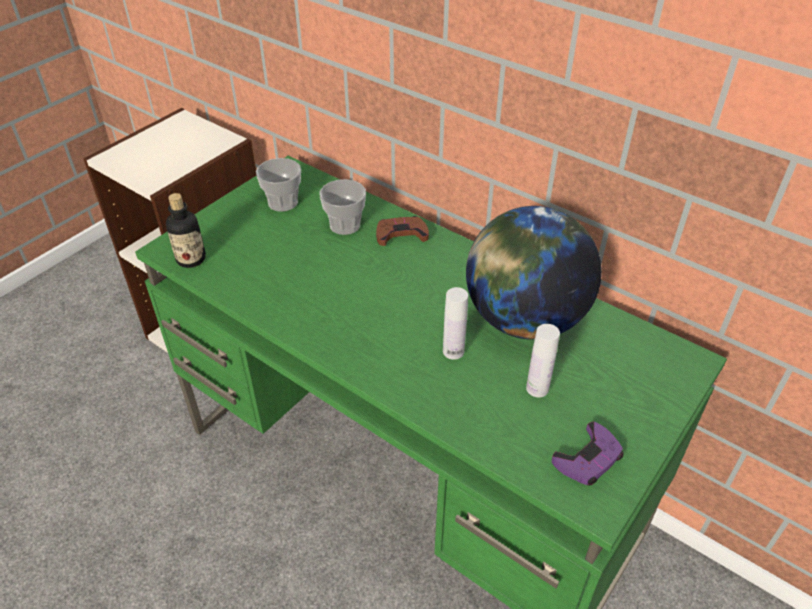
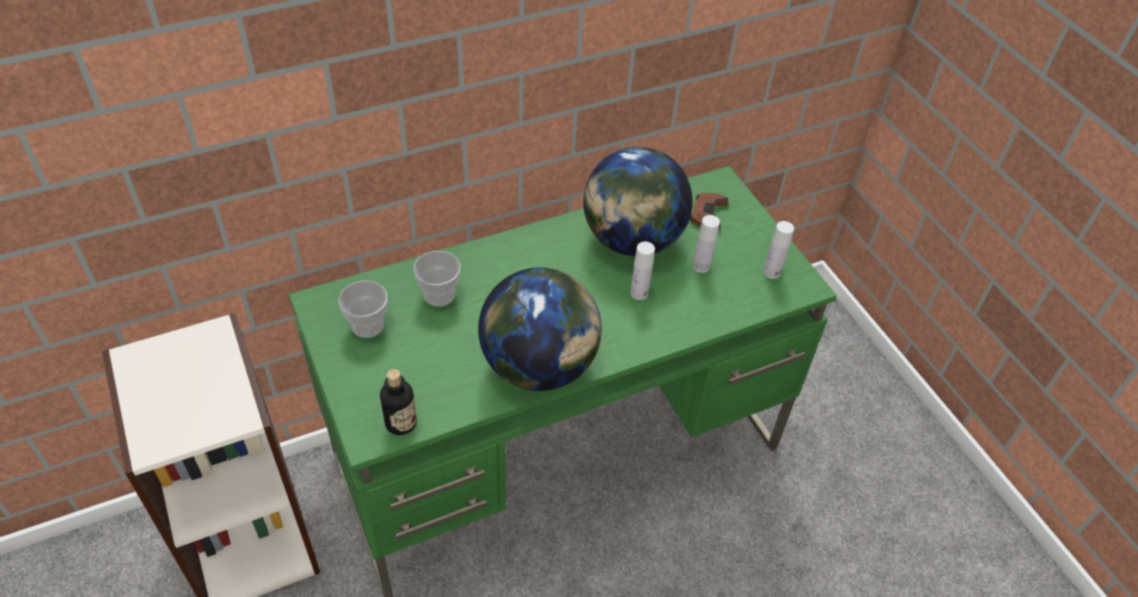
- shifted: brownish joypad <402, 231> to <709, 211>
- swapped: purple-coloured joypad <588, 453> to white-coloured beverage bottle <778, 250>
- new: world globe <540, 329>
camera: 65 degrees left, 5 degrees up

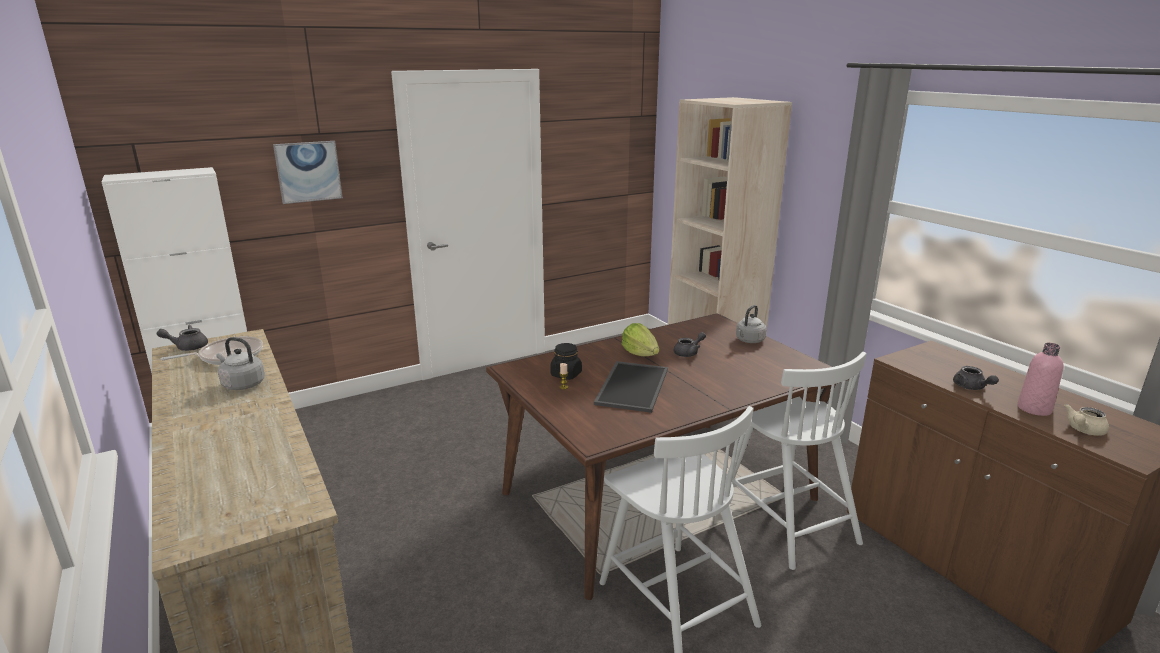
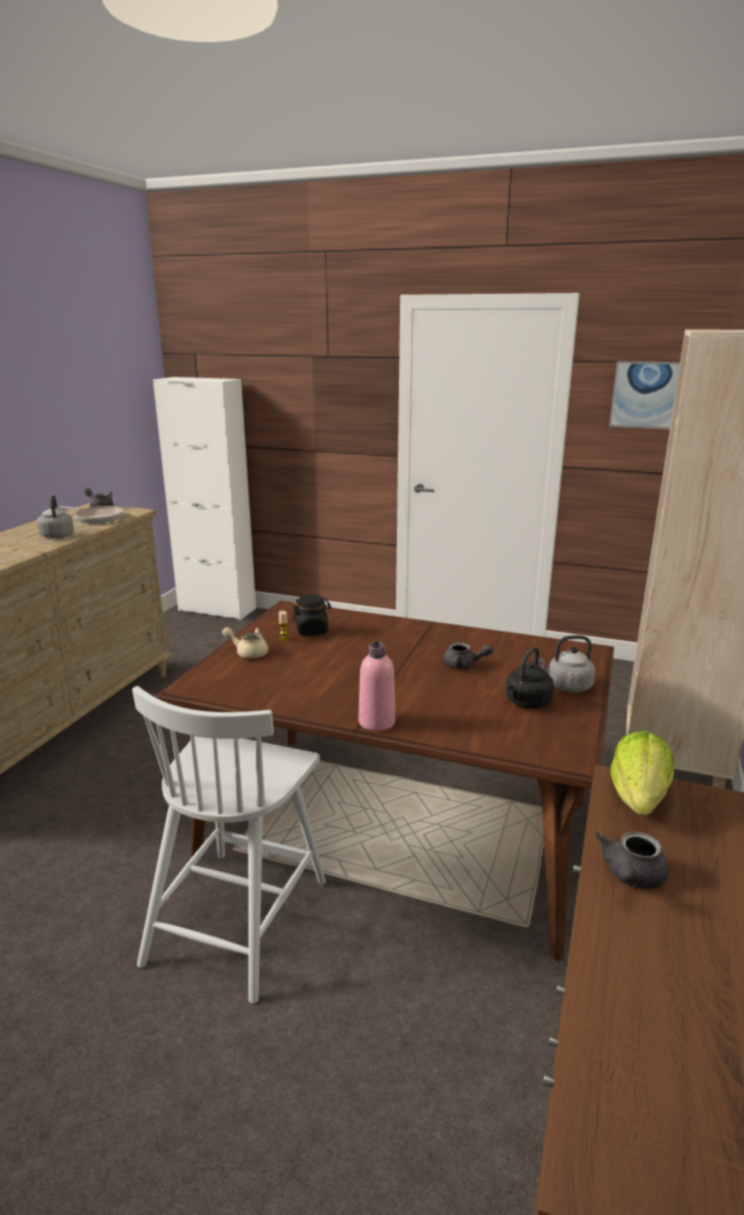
- shifted: wall art <308, 172> to <644, 395>
- gone: serving tray <631, 387>
- shifted: lettuce <640, 339> to <642, 773>
- gone: white-coloured upright chair <799, 461>
- shifted: pink beverage bottle <1040, 379> to <377, 686>
- shifted: beige-coloured pot for tea <1086, 420> to <245, 642>
- new: blackish kettle <530, 678>
camera: 50 degrees right, 0 degrees up

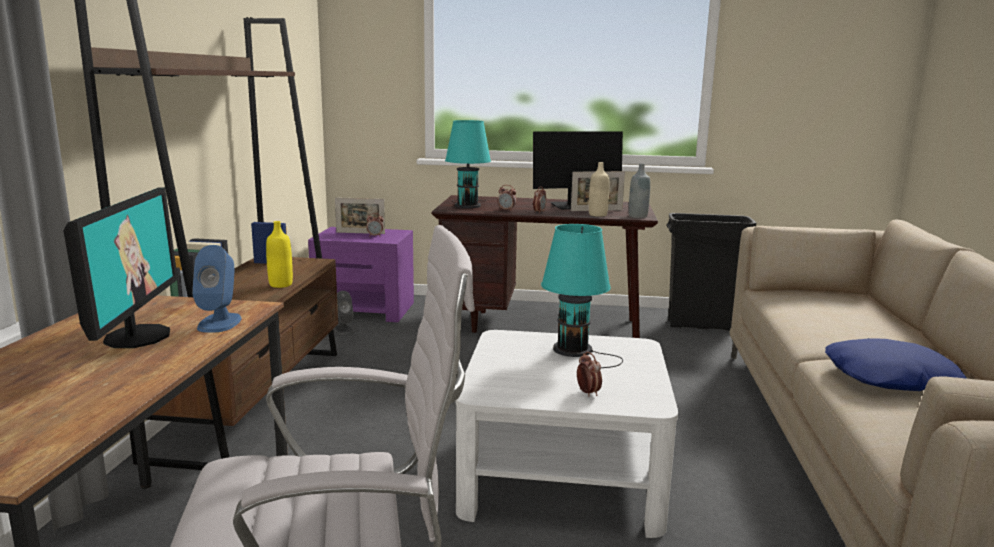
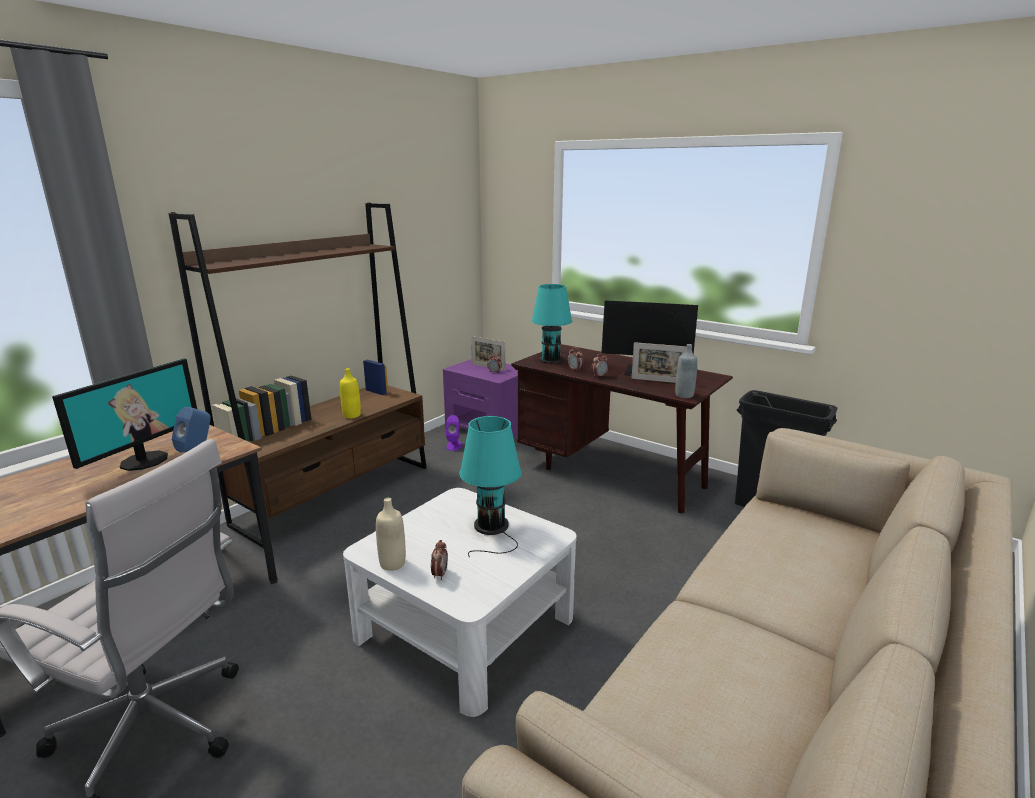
- repainted: greyish loudspeaker <344, 313> to purple-coloured loudspeaker <454, 433>
- shifted: beige-coloured beverage bottle <599, 189> to <391, 534>
- gone: blue-coloured pillow <896, 364>
camera: 30 degrees right, 5 degrees up

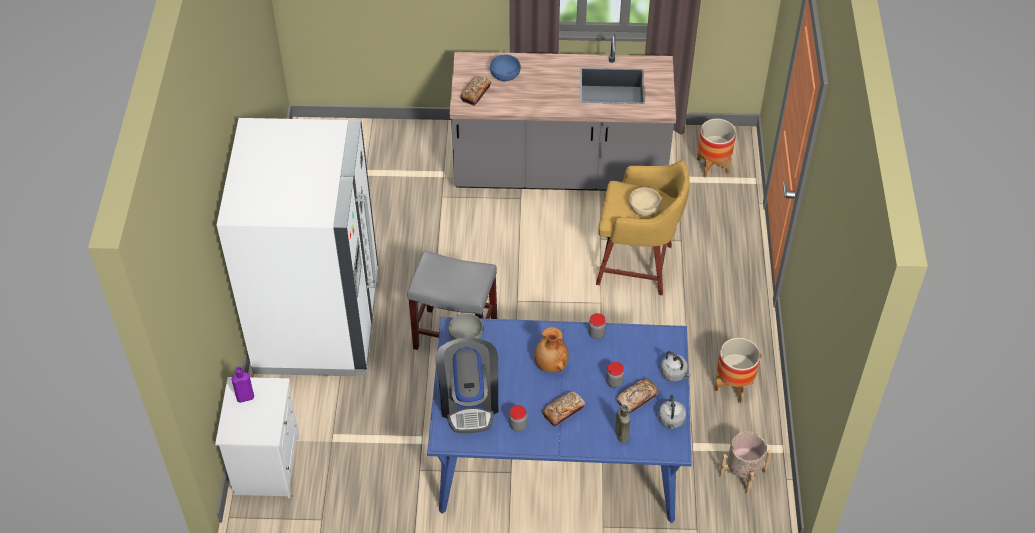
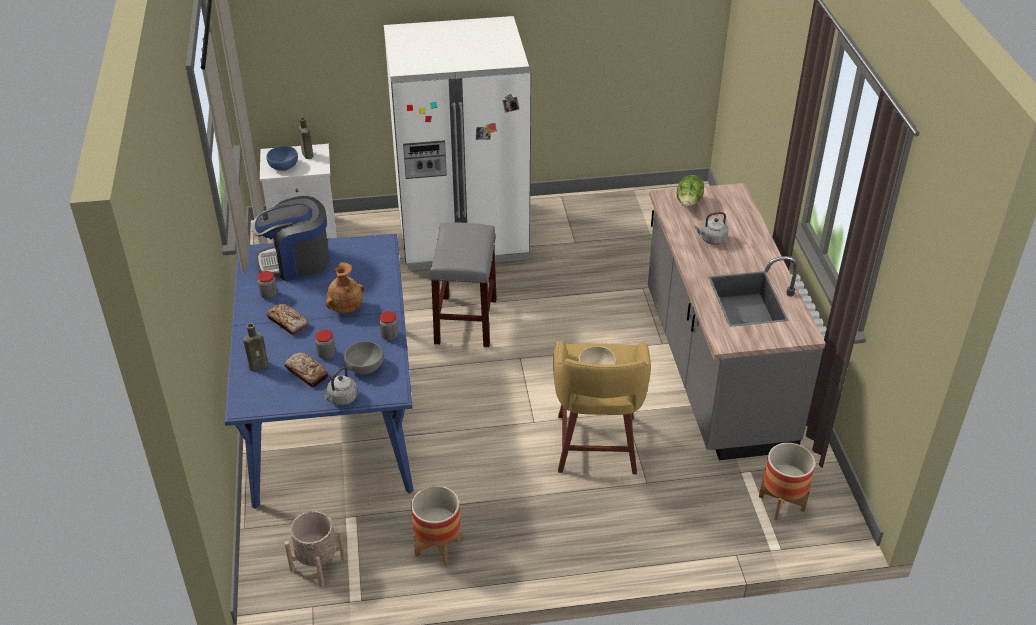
- repainted: purple-coloured beverage bottle <242, 384> to brownish beverage bottle <305, 138>
- shifted: greyish serving bowl <465, 326> to <364, 357>
- swapped: bread <475, 91> to lettuce <690, 191>
- shifted: blue-coloured serving bowl <505, 68> to <282, 158>
- shifted: greyish kettle <672, 412> to <711, 228>
camera: 80 degrees right, 10 degrees down

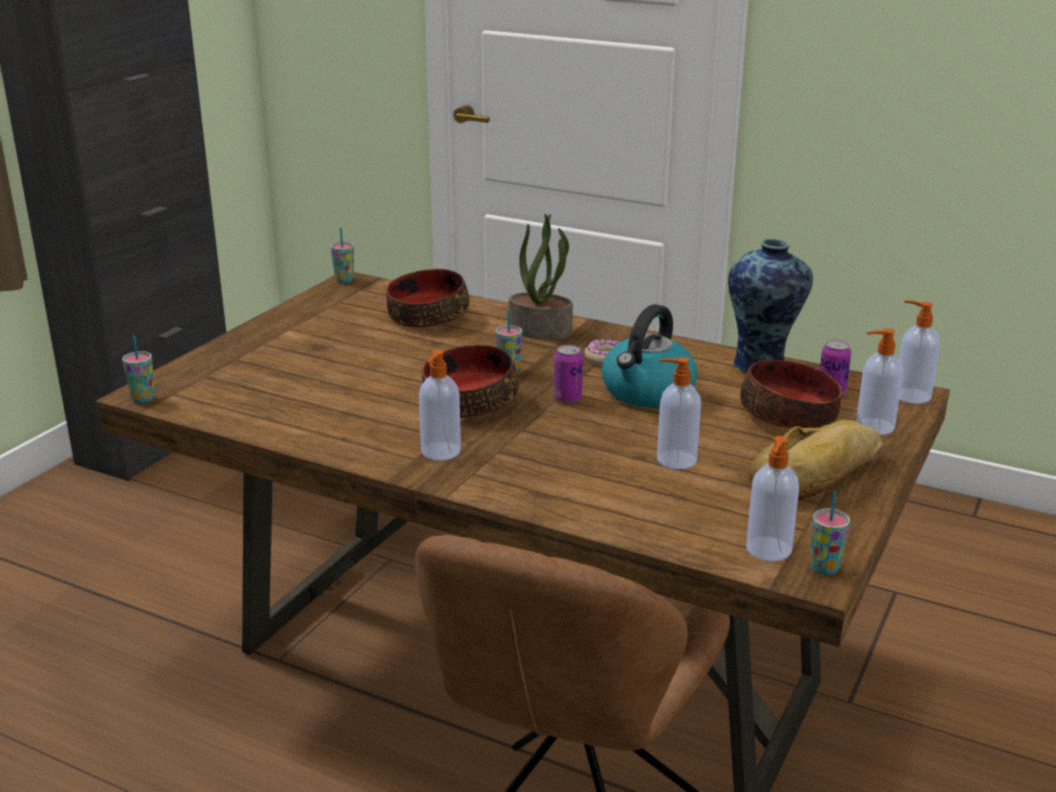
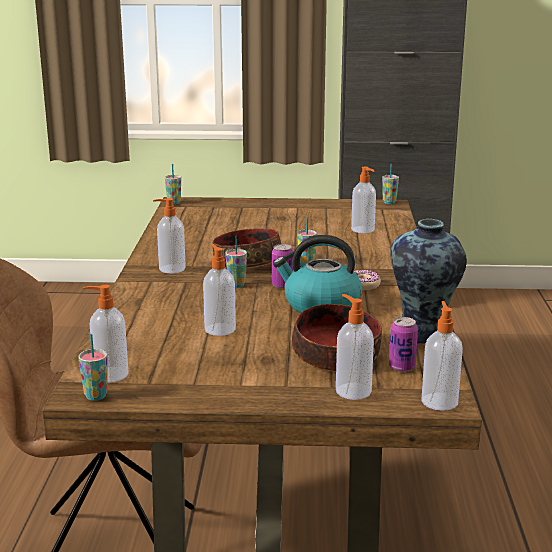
- swapped: serving bowl <428, 298> to soap dispenser <363, 200>
- gone: houseplant <541, 277>
- gone: bread <816, 460>
- new: cup <236, 262>
camera: 65 degrees right, 5 degrees down

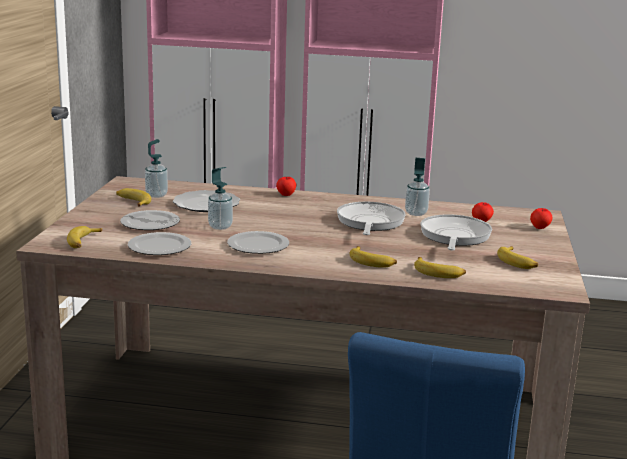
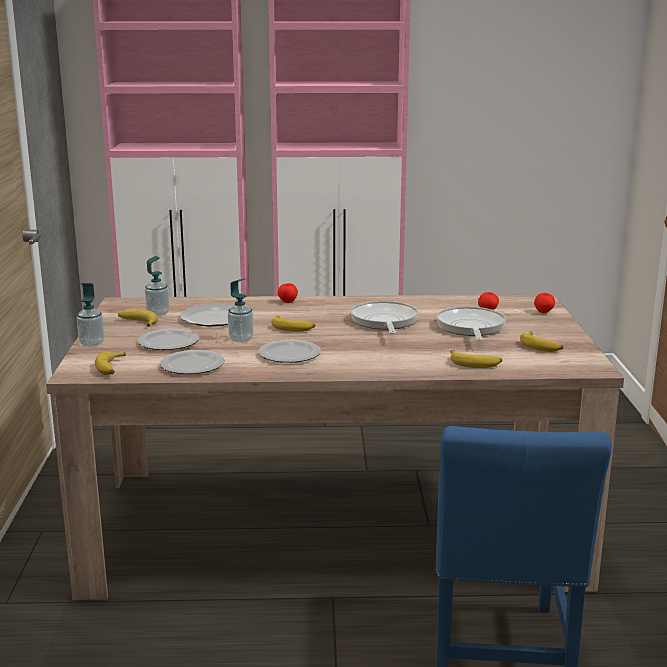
- shifted: whole banana <373, 257> to <293, 324>
- shifted: soap dispenser <417, 187> to <90, 315>
camera: 10 degrees left, 0 degrees up

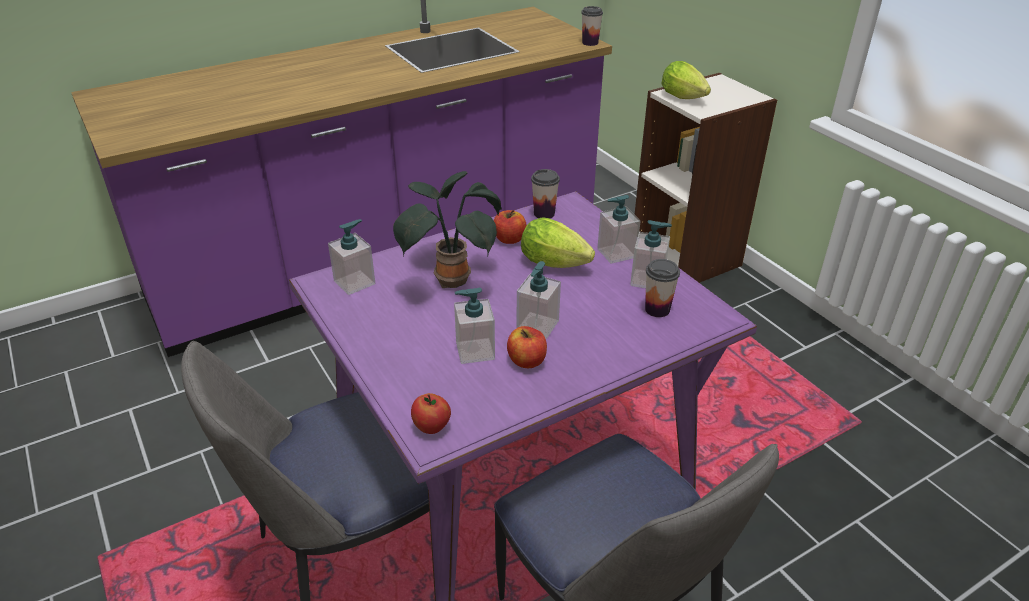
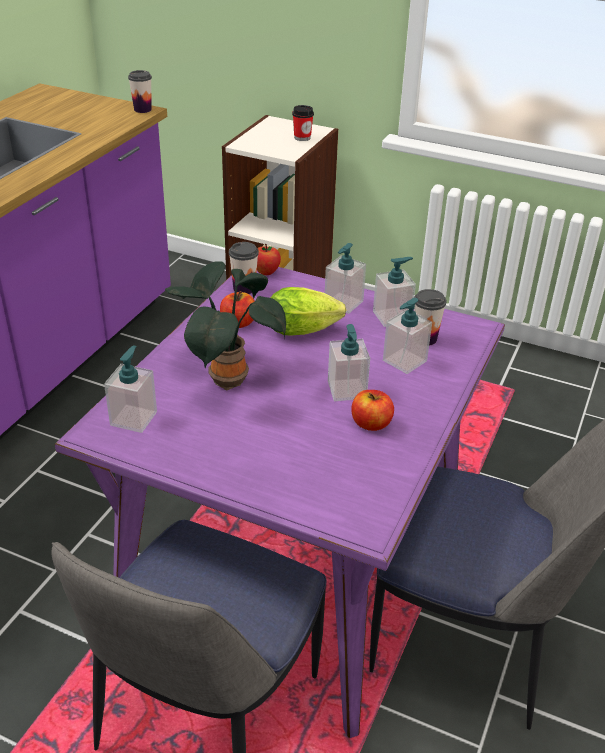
- shifted: apple fruit <431, 413> to <269, 259>
- shifted: soap dispenser <474, 326> to <407, 336>
- gone: lettuce <686, 80>
- new: cup <303, 123>
camera: 35 degrees left, 0 degrees up

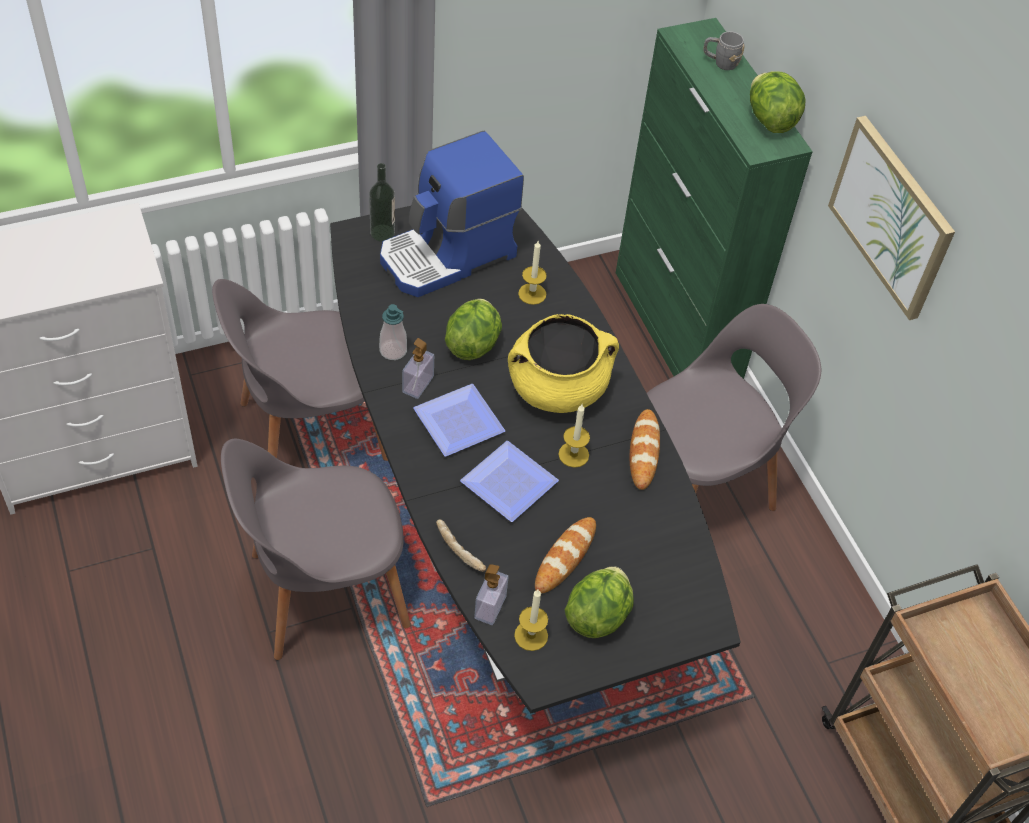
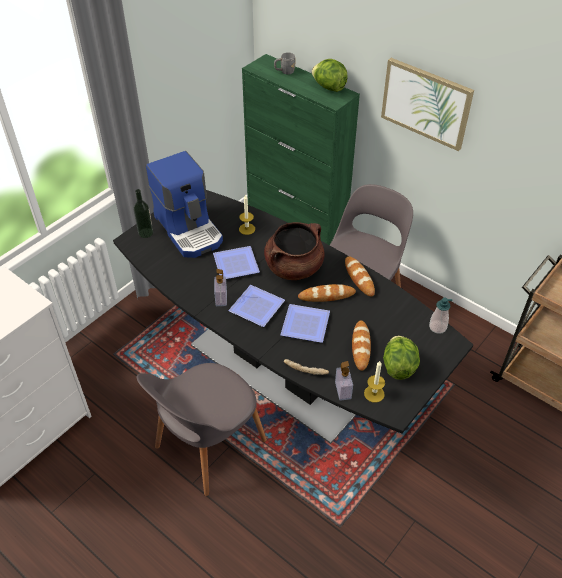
- gone: greyish upright chair <300, 370>
- shifted: soap dispenser <393, 332> to <441, 315>
- rotated: coffee maker <452, 214> = <184, 204> 60 degrees counterclockwise
- swapped: lettuce <473, 329> to dinner plate <236, 262>
- repainted: yellow saucepot <563, 363> to brownish saucepot <294, 251>
- swapped: wax candle <574, 436> to bread <327, 293>
camera: 25 degrees left, 5 degrees down

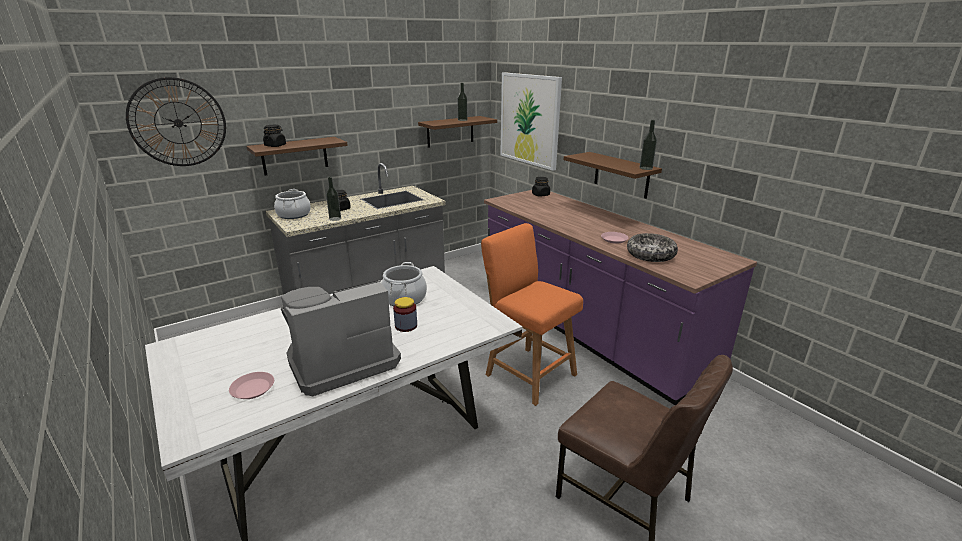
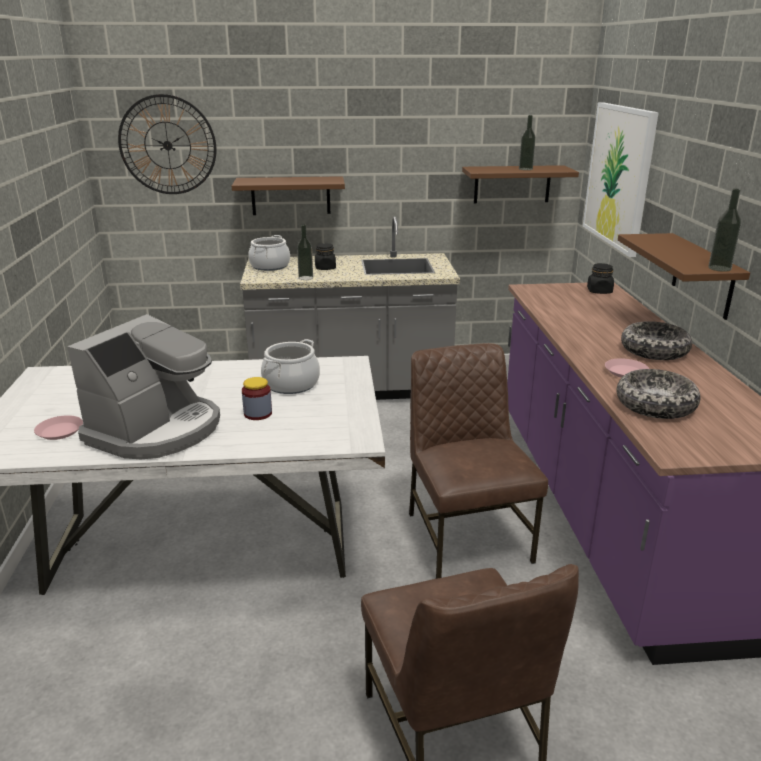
- gone: blackish preserve jar <274, 136>
- rotated: coffee maker <341, 338> = <143, 386> 120 degrees clockwise
- swapped: orange sitting stool <532, 314> to brownish upright chair <478, 461>
- new: serving bowl <656, 340>
camera: 30 degrees right, 0 degrees up

